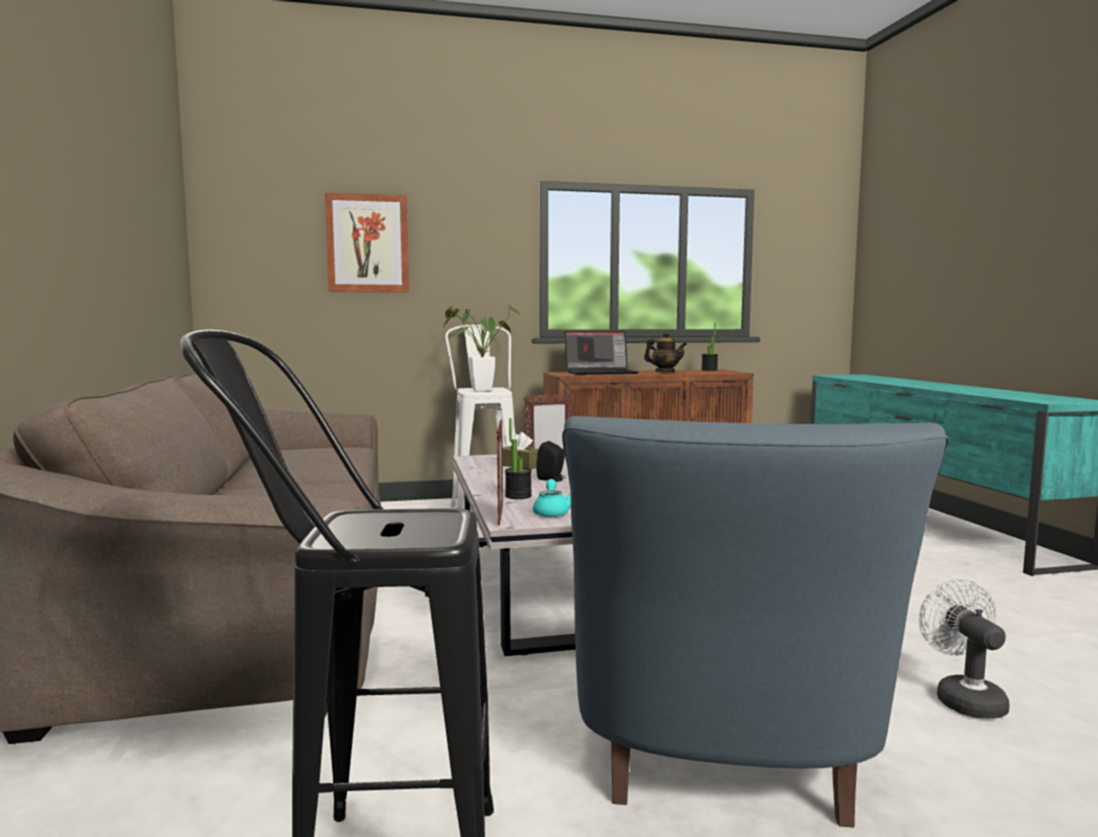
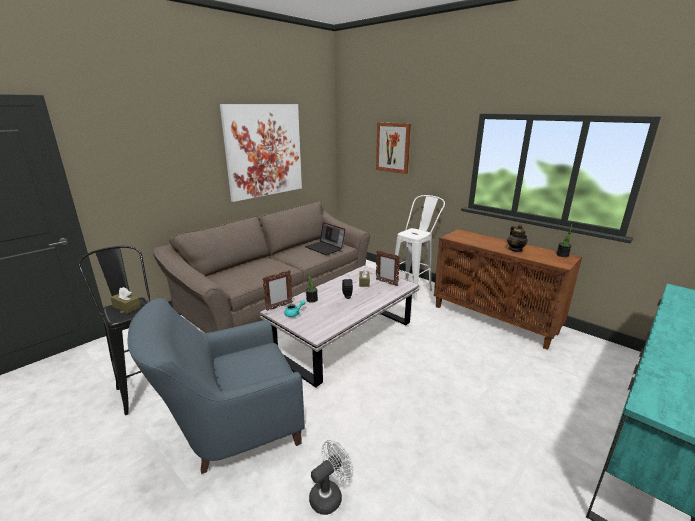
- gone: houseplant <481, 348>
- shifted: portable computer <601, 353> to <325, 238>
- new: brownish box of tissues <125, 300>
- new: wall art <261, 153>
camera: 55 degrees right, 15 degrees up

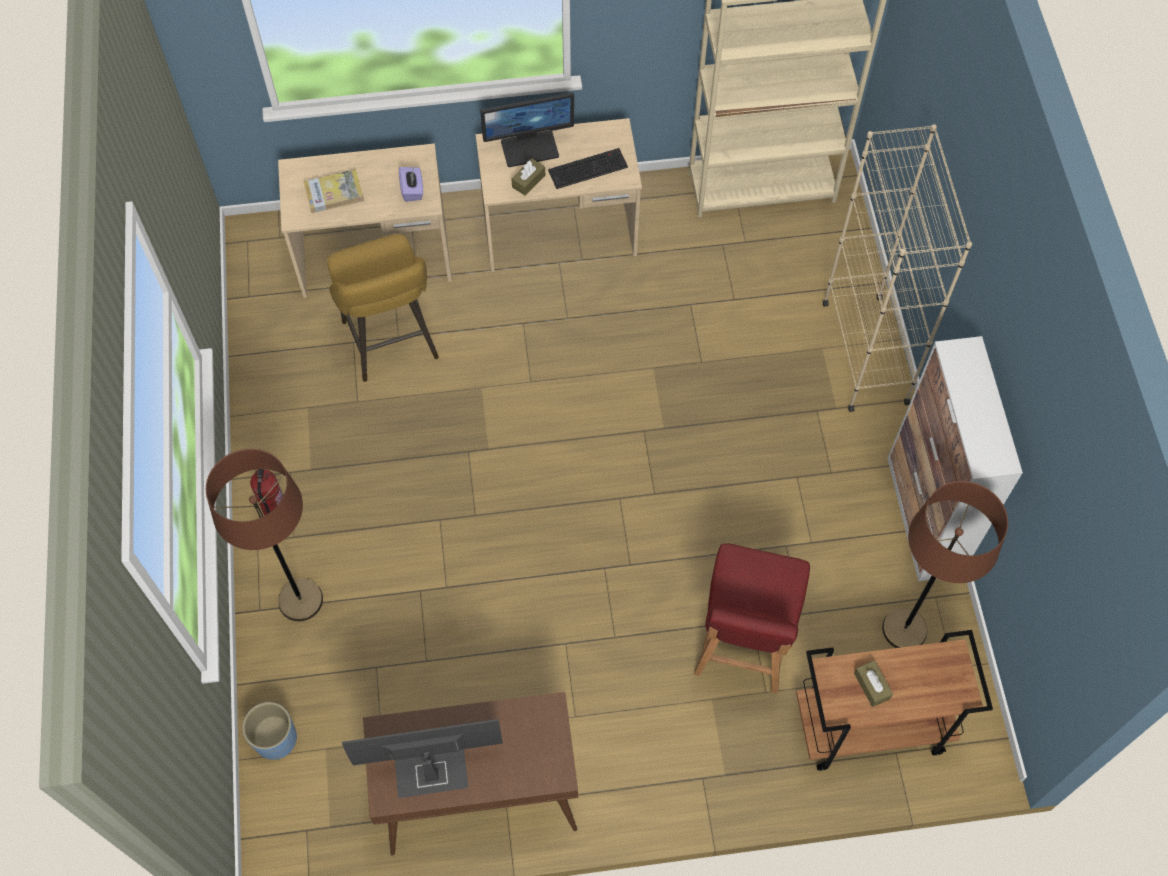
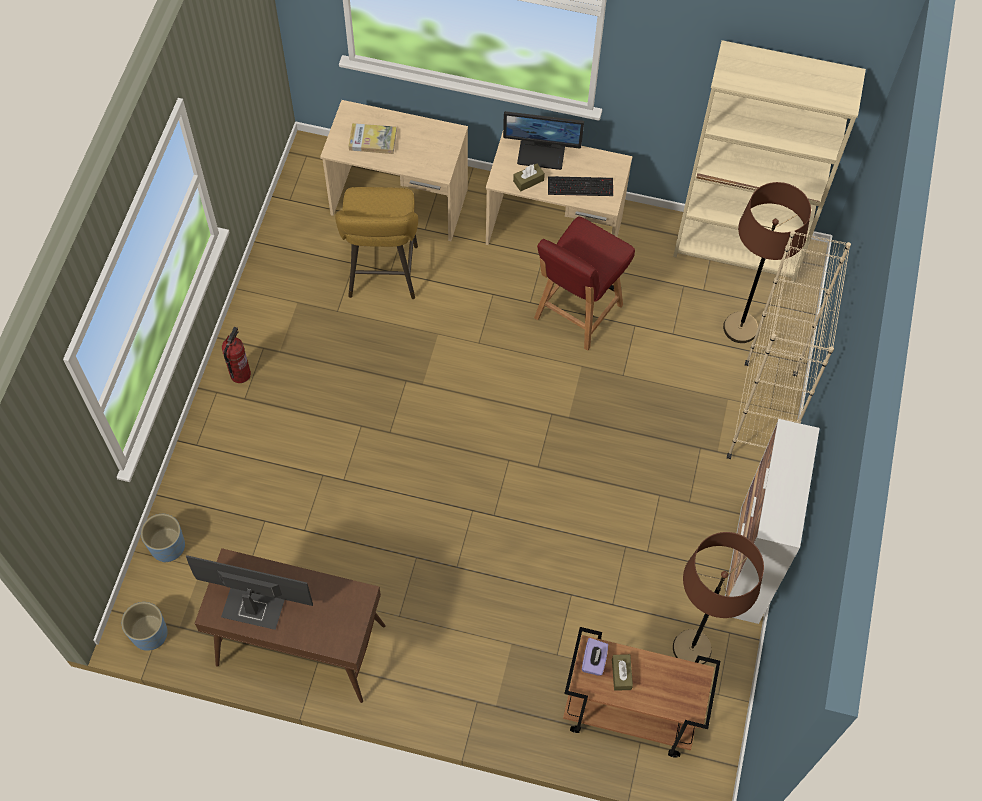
- shifted: brownish standing lamp <264, 535> to <767, 262>
- shifted: purple-coloured box of tissues <411, 184> to <595, 657>
- shifted: red-coloured upright chair <752, 618> to <584, 283>
- new: blue-coloured plant pot <145, 626>
camera: 20 degrees right, 0 degrees up

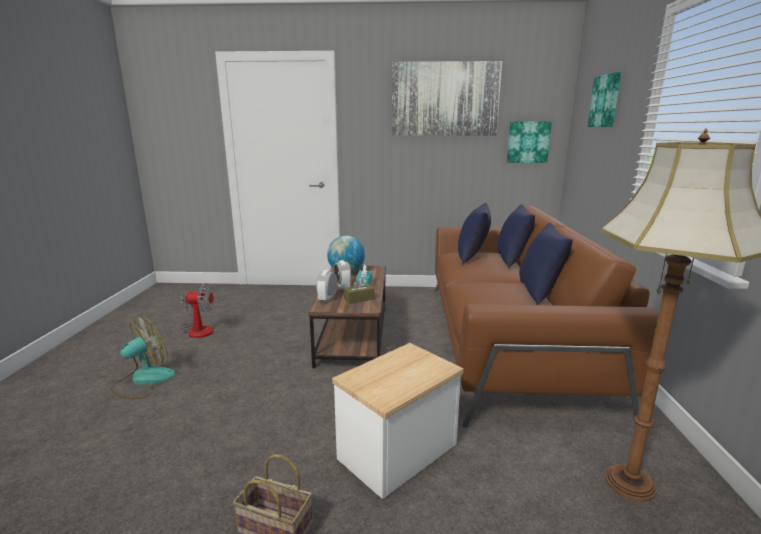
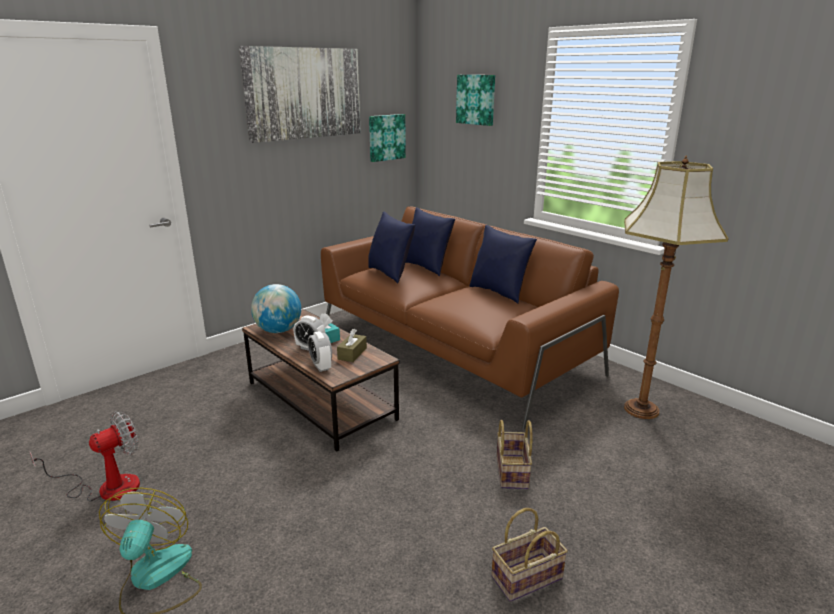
- swapped: end table <398, 421> to household basket <514, 454>
camera: 45 degrees left, 5 degrees up

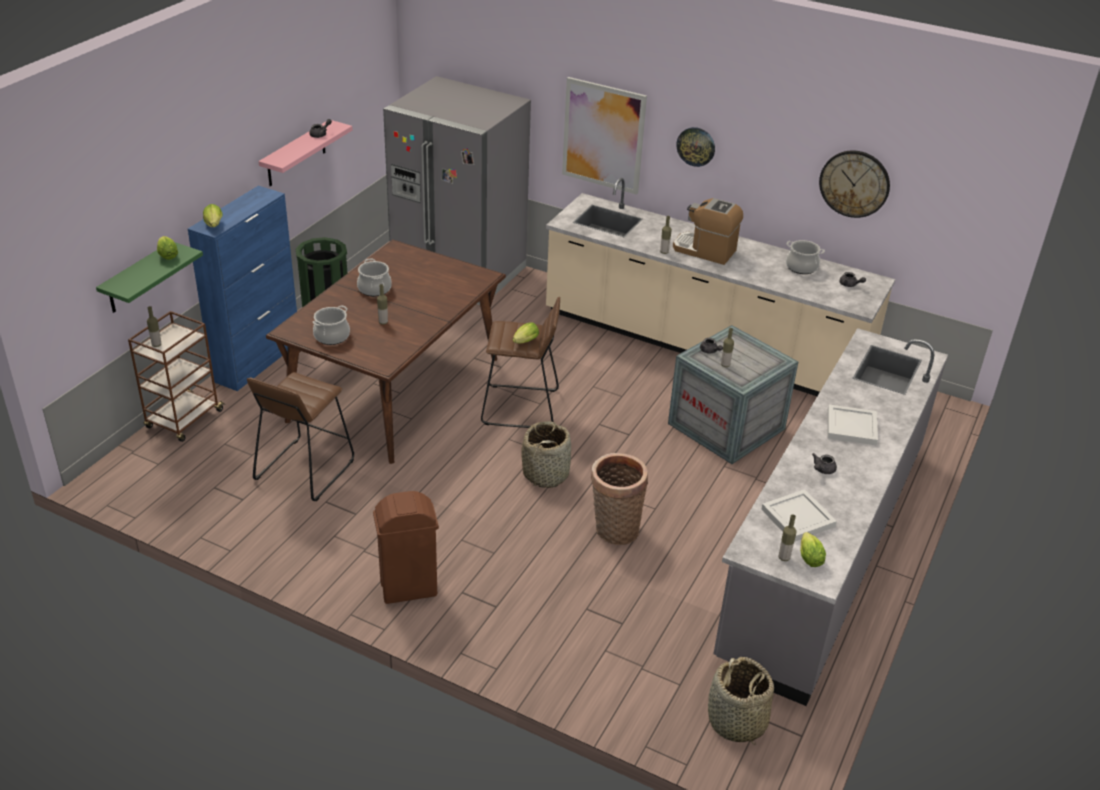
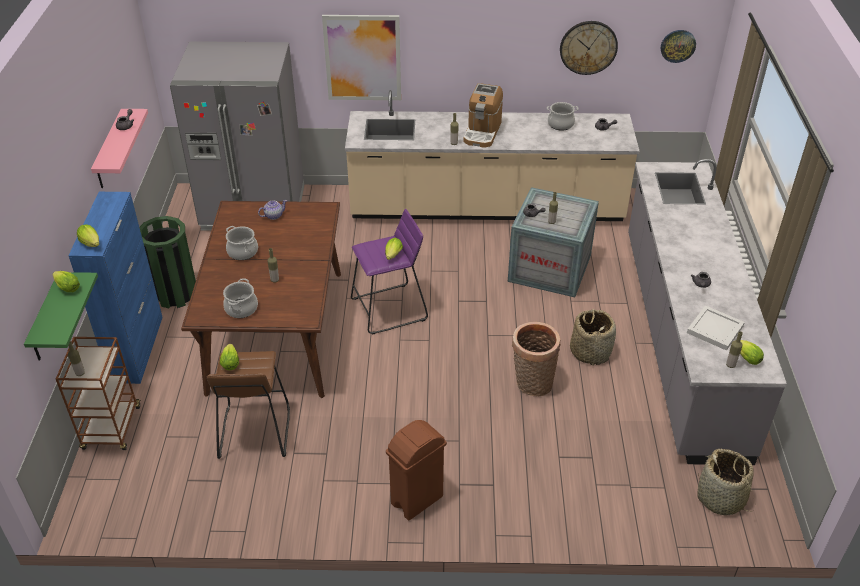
- repainted: brownish sitting stool <520, 362> to purple-coloured sitting stool <389, 271>
- shifted: household basket <546, 454> to <593, 337>
- rotated: coffee maker <708, 231> = <483, 115> 75 degrees counterclockwise
- shifted: clock on the wall <695, 147> to <678, 46>
- gone: white-coloured serving tray <853, 424>
- new: lettuce <229, 357>
- new: pot for tea <272, 210>
camera: 25 degrees left, 5 degrees up

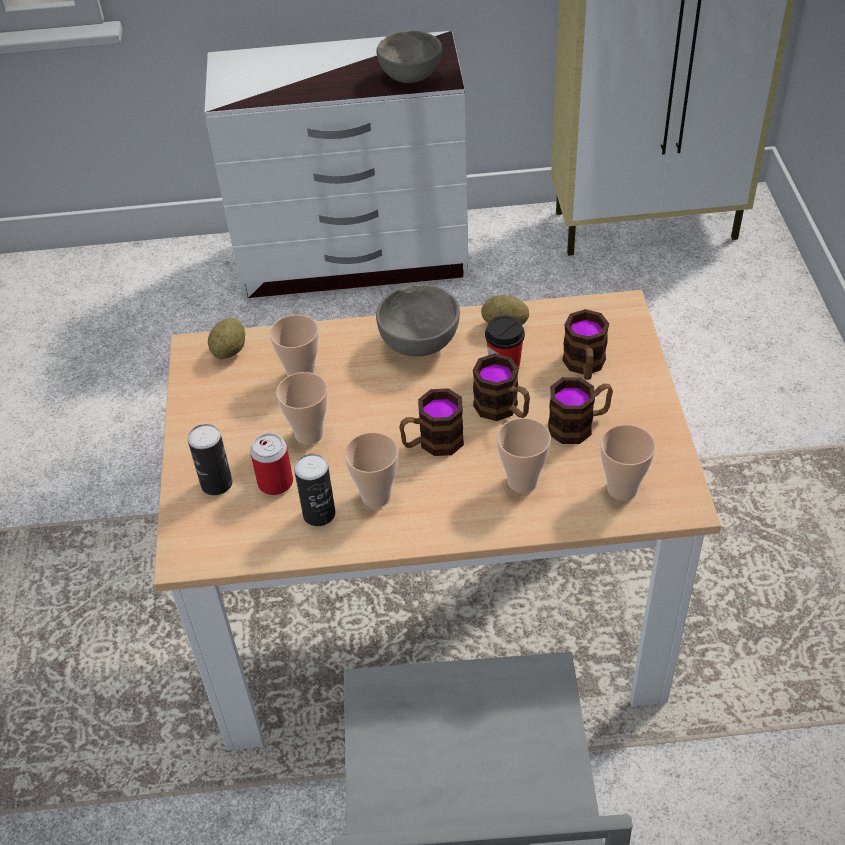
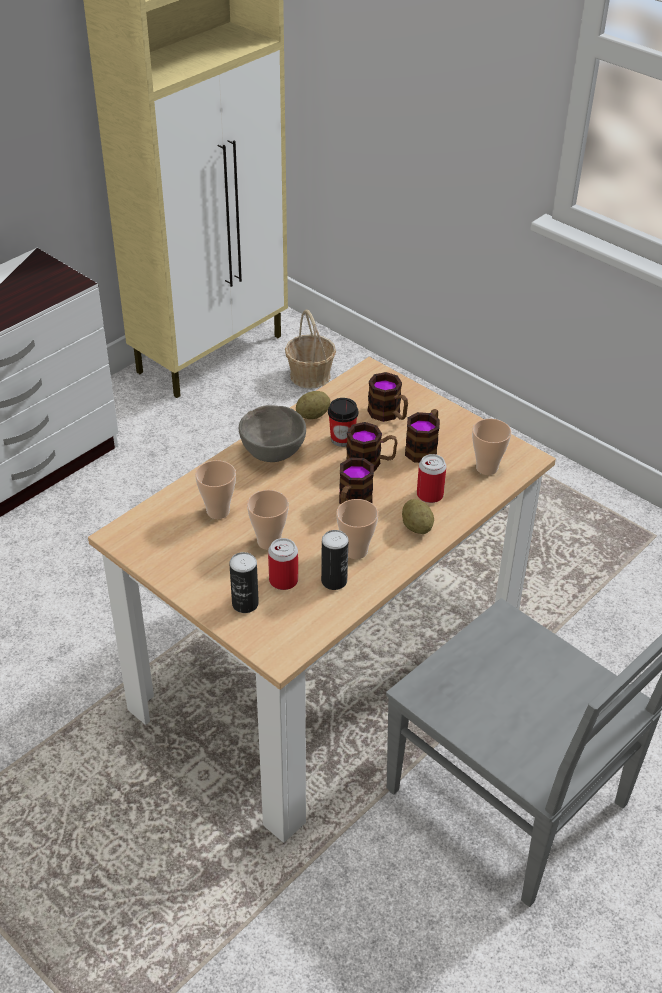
- shifted: spud <226, 338> to <418, 516>
- gone: greyish serving bowl <409, 56>
- swapped: cup <524, 455> to can <432, 478>
- new: household basket <310, 349>
camera: 45 degrees left, 5 degrees down

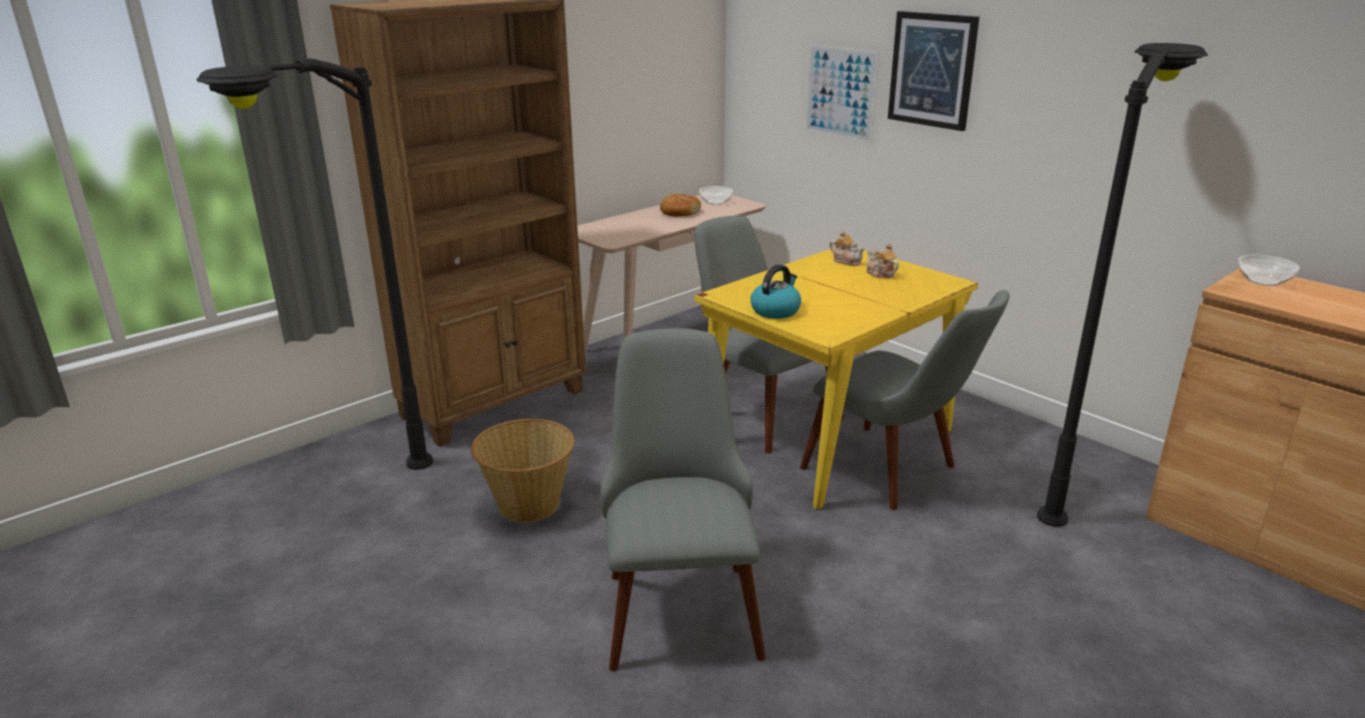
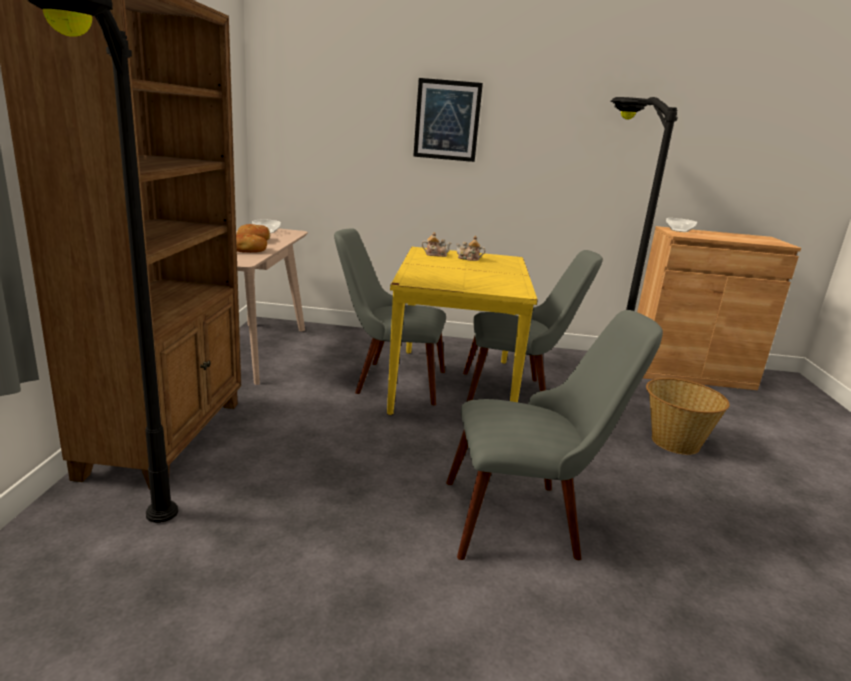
- shifted: household basket <523, 471> to <688, 416>
- rotated: greyish upright chair <683, 499> = <554, 435> 135 degrees clockwise
- gone: kettle <776, 291>
- gone: wall art <842, 93>
- new: bread <251, 243>
camera: 45 degrees left, 5 degrees down

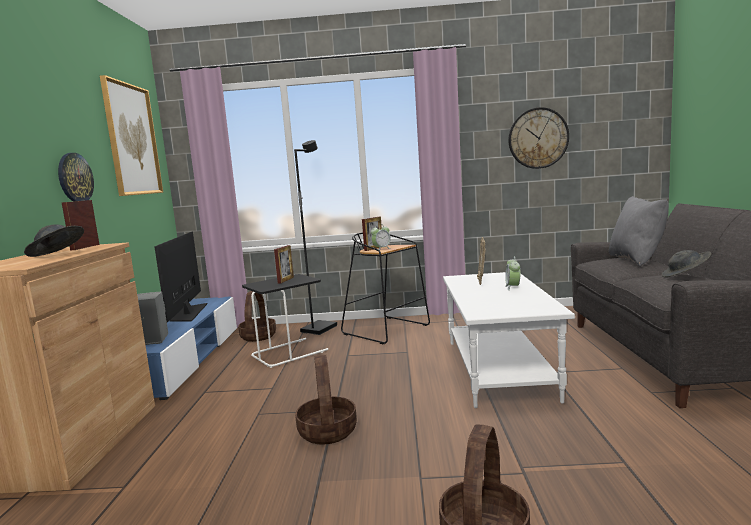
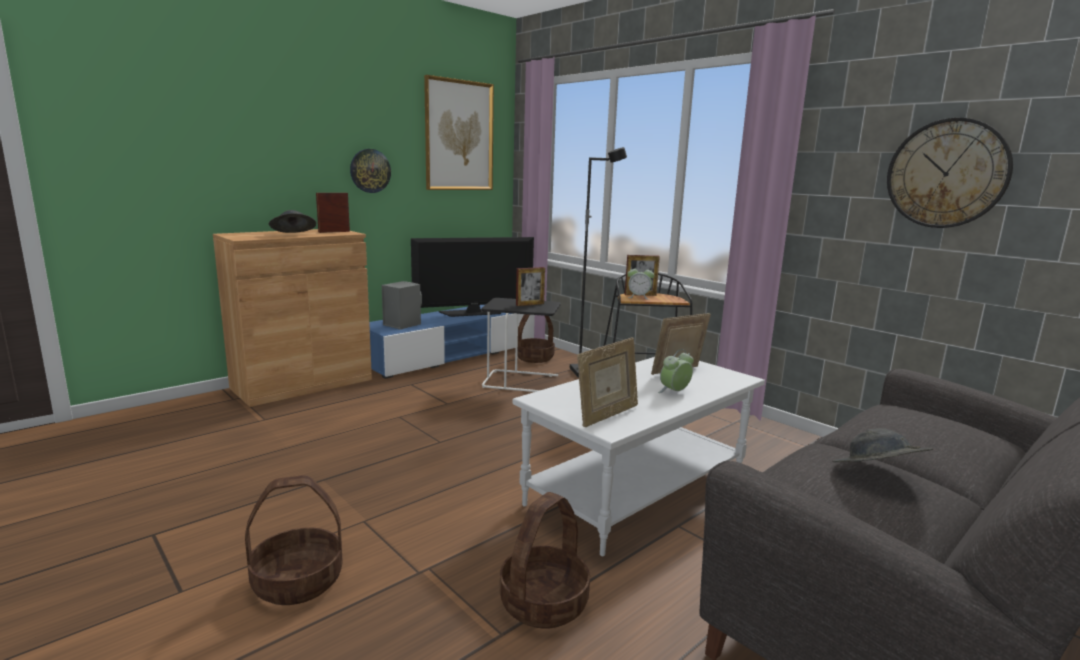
- rotated: TV set <181, 277> = <472, 277> 150 degrees counterclockwise
- shifted: household basket <326, 399> to <545, 560>
- gone: greyish pillow <639, 231>
- new: standing frame <607, 382>
camera: 45 degrees right, 5 degrees up

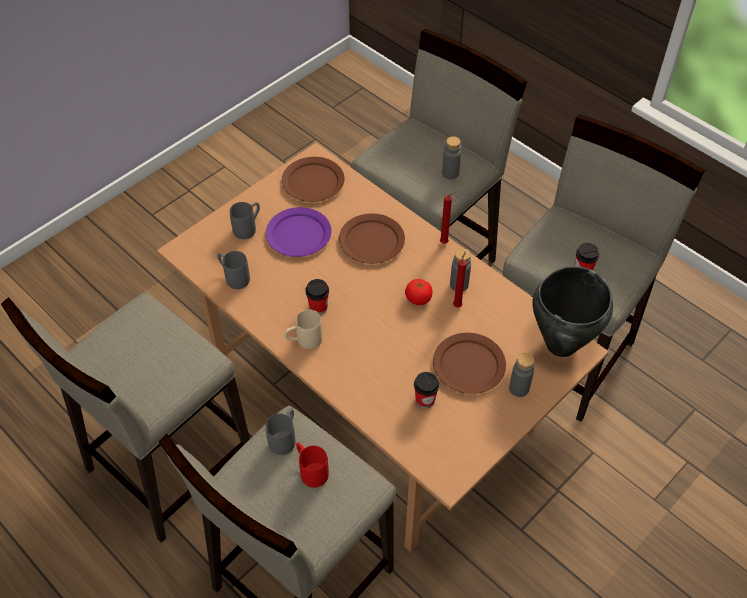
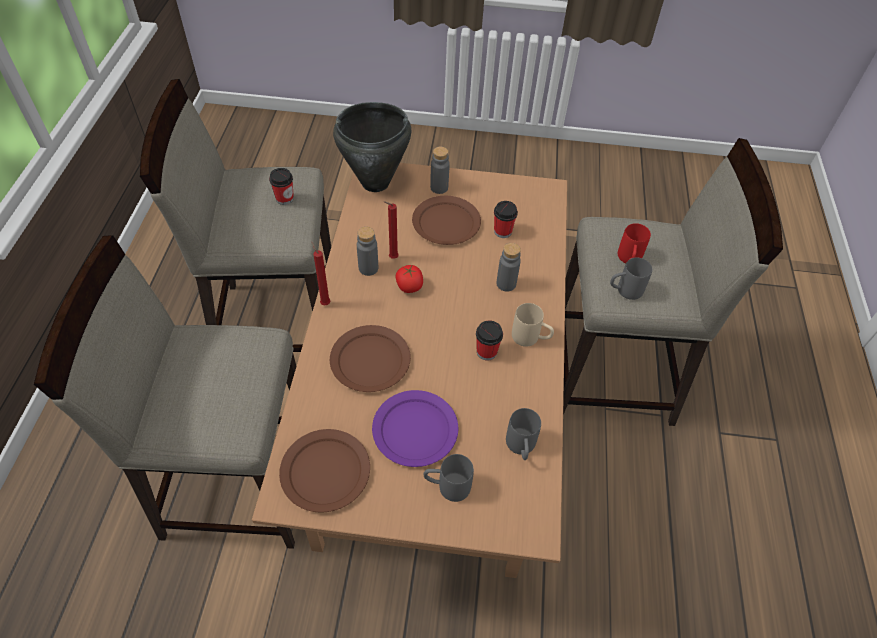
- gone: beige-coloured sitting stool <125, 418>
- shifted: greyish beverage bottle <451, 157> to <508, 267>
camera: 130 degrees left, 0 degrees up

